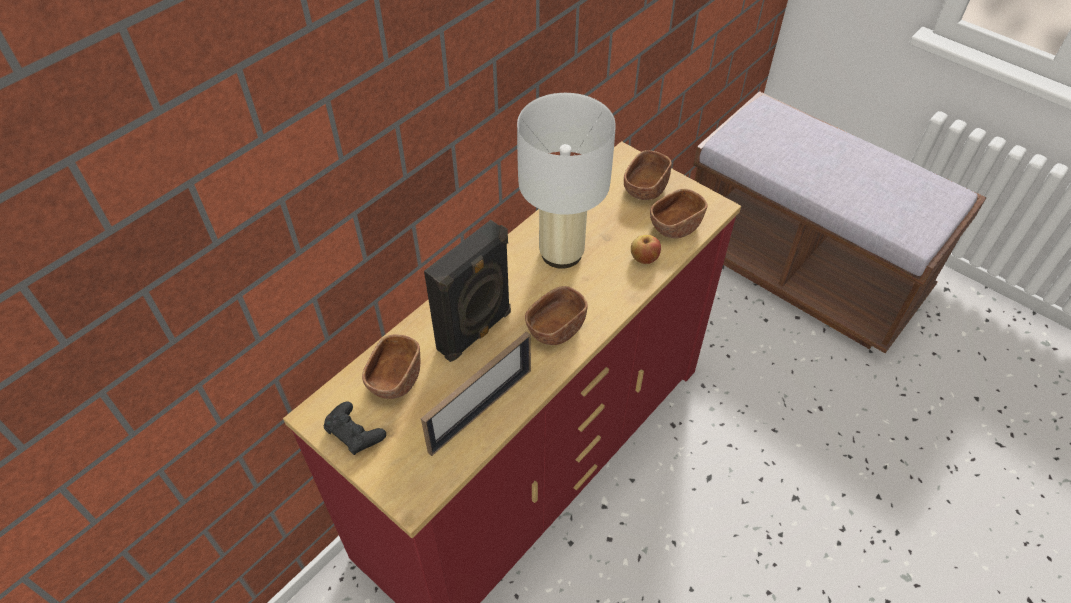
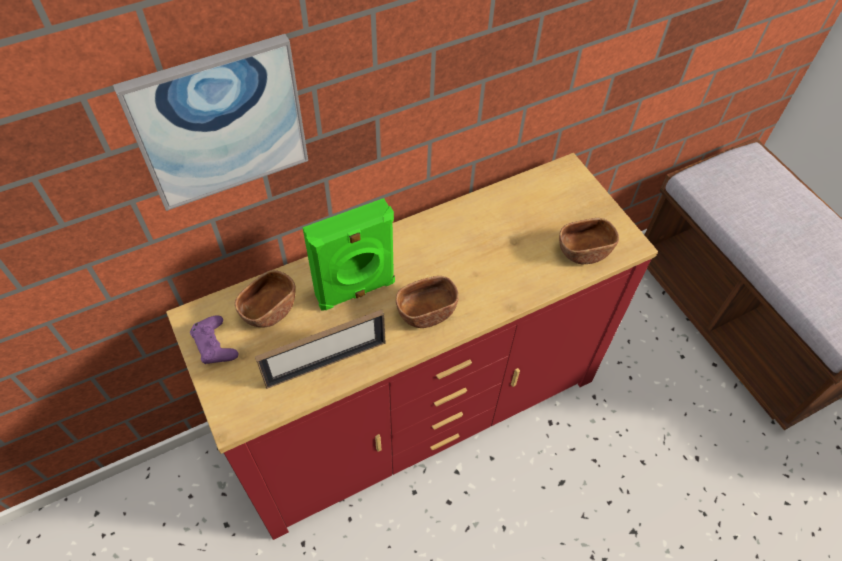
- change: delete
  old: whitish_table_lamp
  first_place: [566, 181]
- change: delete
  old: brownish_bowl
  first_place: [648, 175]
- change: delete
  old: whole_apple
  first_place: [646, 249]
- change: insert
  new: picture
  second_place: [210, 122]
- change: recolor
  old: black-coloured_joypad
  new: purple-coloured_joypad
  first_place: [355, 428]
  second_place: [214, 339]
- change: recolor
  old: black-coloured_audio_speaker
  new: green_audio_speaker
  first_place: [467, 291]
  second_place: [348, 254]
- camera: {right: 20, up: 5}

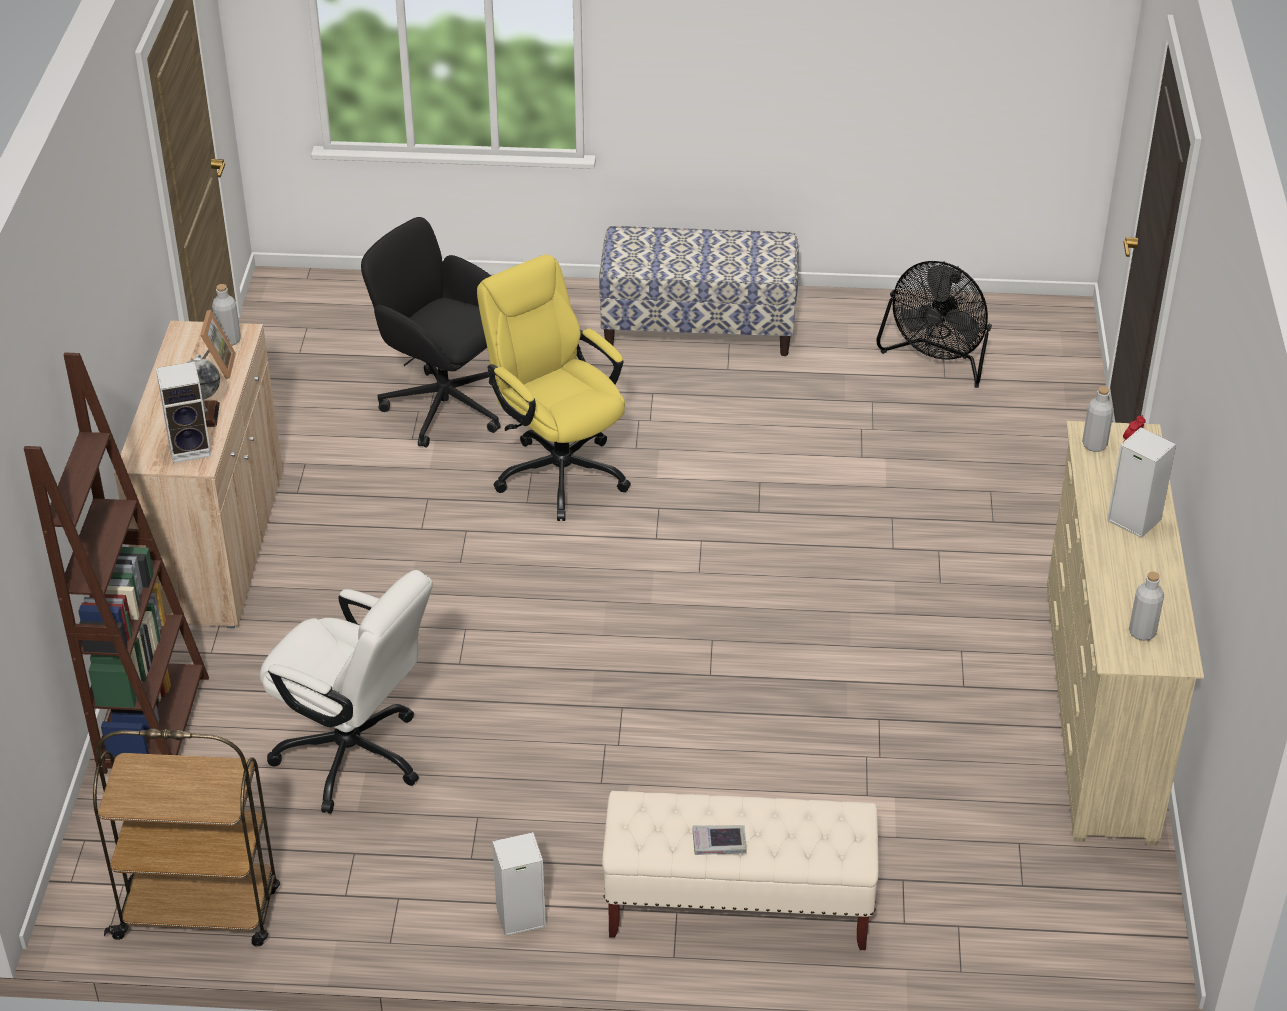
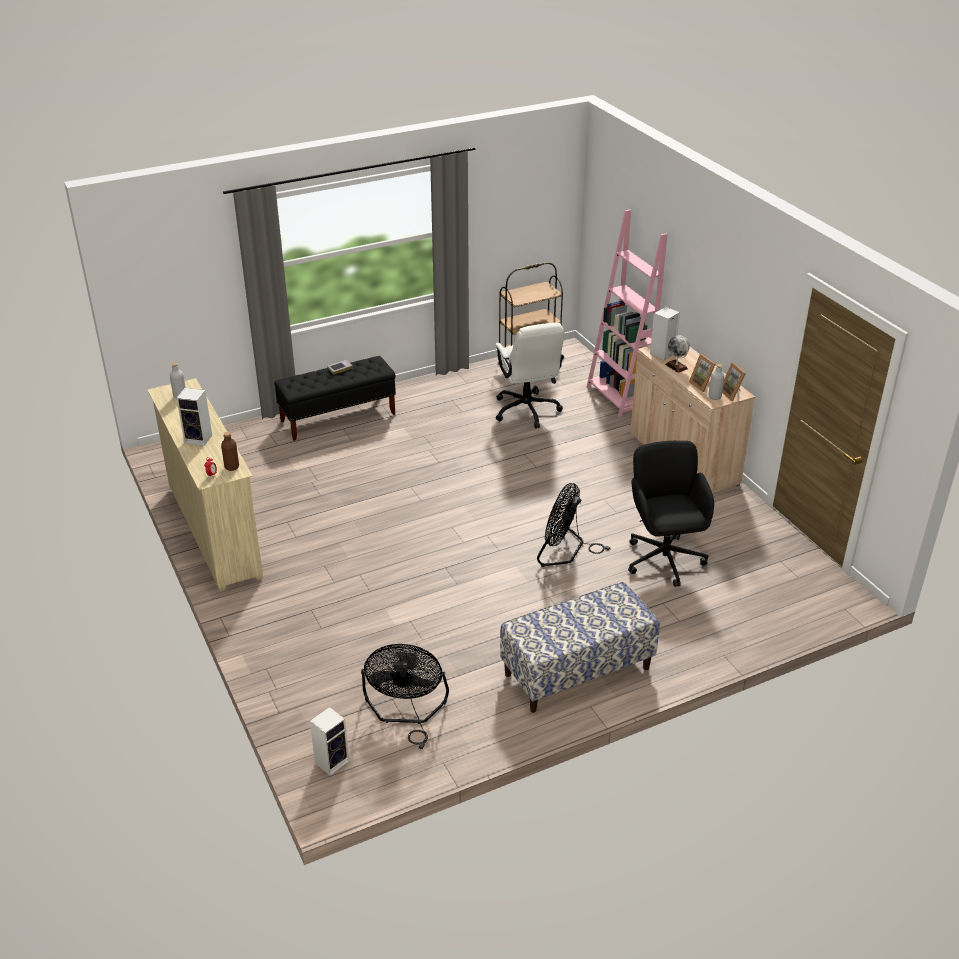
- change: insert
  new: picture_frame
  second_place: [734, 382]
- change: move
  old: audio_speaker
  first_place: [519, 884]
  second_place: [329, 741]
- change: replace
  old: yellowish_office_chair
  new: black-coloured_electric_fan
  first_place: [554, 388]
  second_place: [573, 525]
- change: recolor
  old: brownish_bookcase
  new: pink_bookcase
  first_place: [116, 563]
  second_place: [627, 313]
- change: recolor
  old: beige-coloured_bench
  new: black-coloured_bench
  first_place: [740, 870]
  second_place: [335, 398]
- change: recolor
  old: grey_beverage_bottle
  new: brownish_beverage_bottle
  first_place: [1098, 419]
  second_place: [230, 451]
- change: rotate
  old: whitish_office_chair
  first_place: [346, 692]
  second_place: [530, 375]
  degrees: -105
- change: rotate
  old: black-coloured_office_chair
  first_place: [431, 332]
  second_place: [671, 514]
  degrees: -105
- camera: {right: 150, up: -5}

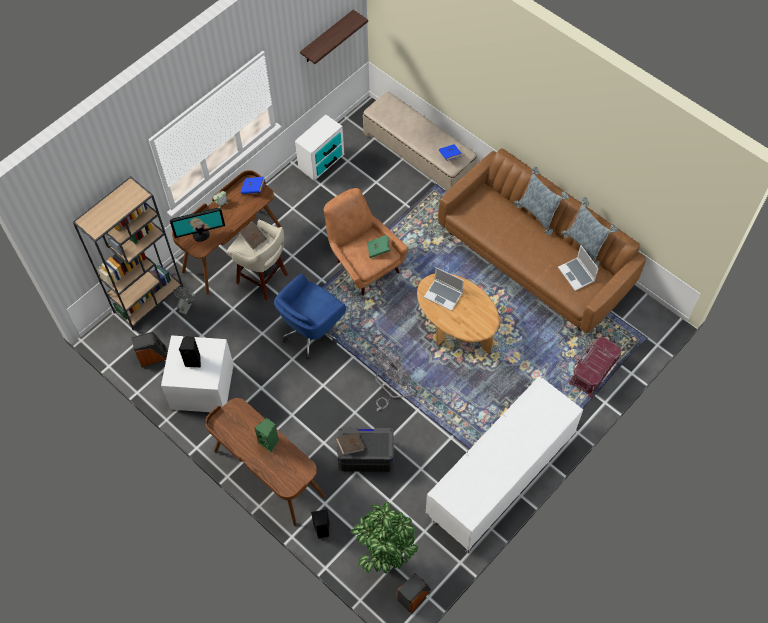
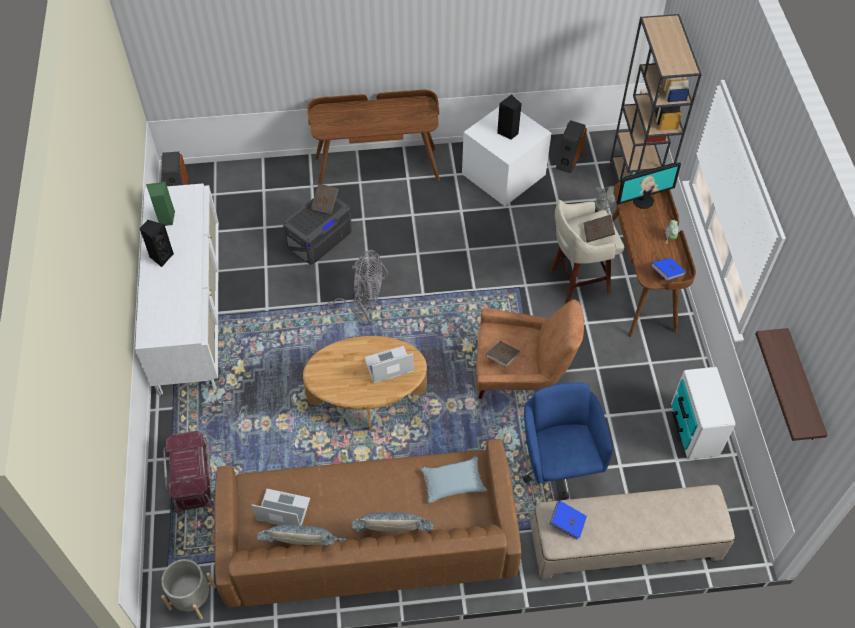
- change: delete
  old: plant_in_a_pot
  first_place: [385, 538]
- change: insert
  new: grey_flower_pot
  second_place: [188, 589]
- change: insert
  new: blue-coloured_throw_pillow
  second_place: [454, 479]
- change: move
  old: green_audio_speaker
  first_place: [266, 435]
  second_place: [160, 204]
- change: move
  old: blue-coloured_office_chair
  first_place: [310, 316]
  second_place: [568, 441]
- change: move
  old: black-coloured_audio_speaker
  first_place: [320, 524]
  second_place: [156, 243]
- change: recolor
  old: green_book
  new: brownish_book
  first_place: [379, 246]
  second_place: [503, 354]
- change: rotate
  old: computer_screen
  first_place: [197, 224]
  second_place: [649, 185]
  degrees: -135
- change: rotate
  old: grey_electric_fan
  first_place: [396, 379]
  second_place: [357, 288]
  degrees: -75
- camera: {right: 130, up: -5}

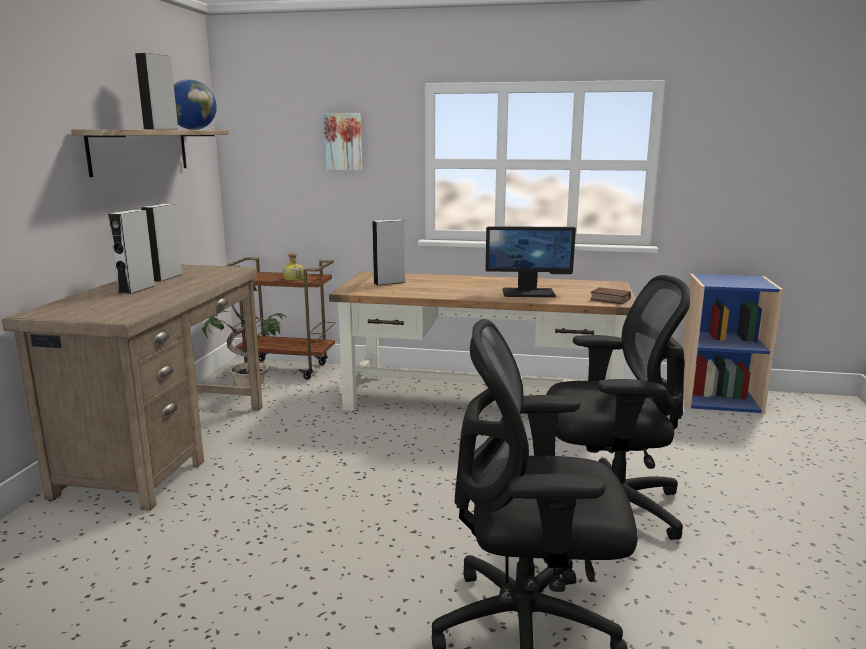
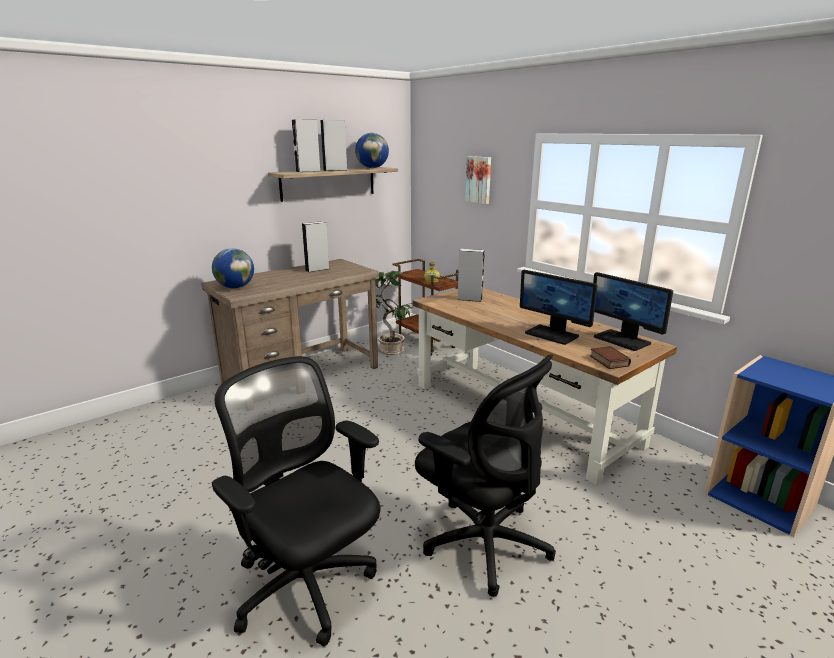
- change: insert
  new: world_globe
  second_place: [233, 268]
- change: insert
  new: computer_screen
  second_place: [633, 311]
- change: move
  old: grey_audio_speaker
  first_place: [131, 252]
  second_place: [306, 146]
- camera: {right: 40, up: 5}

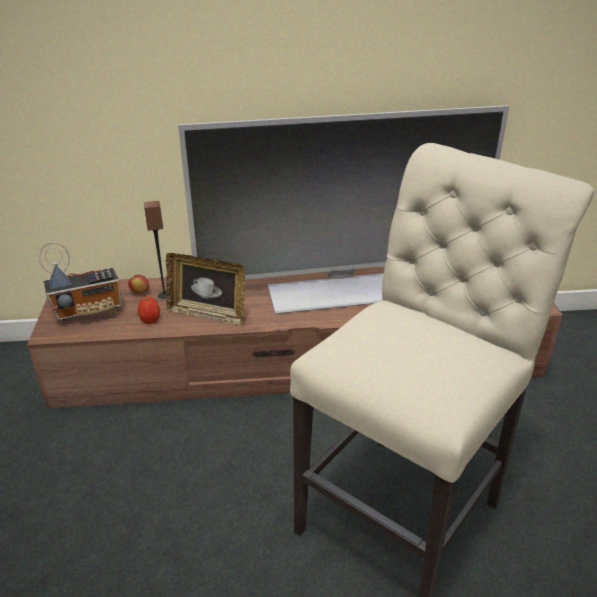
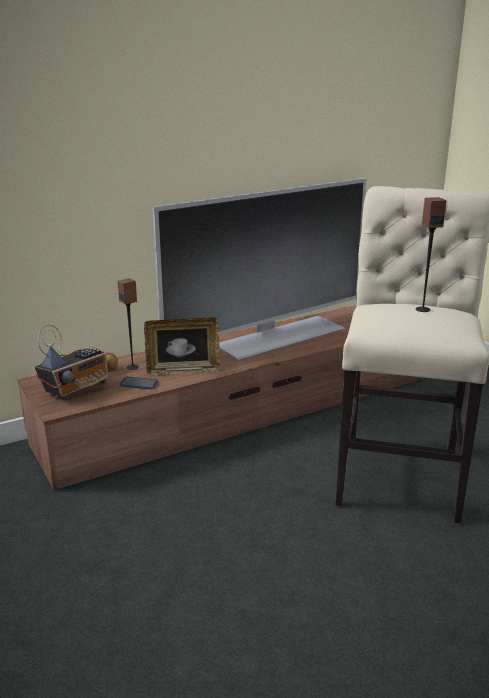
- change: insert
  new: audio_speaker
  second_place: [431, 254]
- change: replace
  old: whole_apple
  new: telephone
  first_place: [149, 310]
  second_place: [139, 383]
- camera: {right: -25, up: -10}

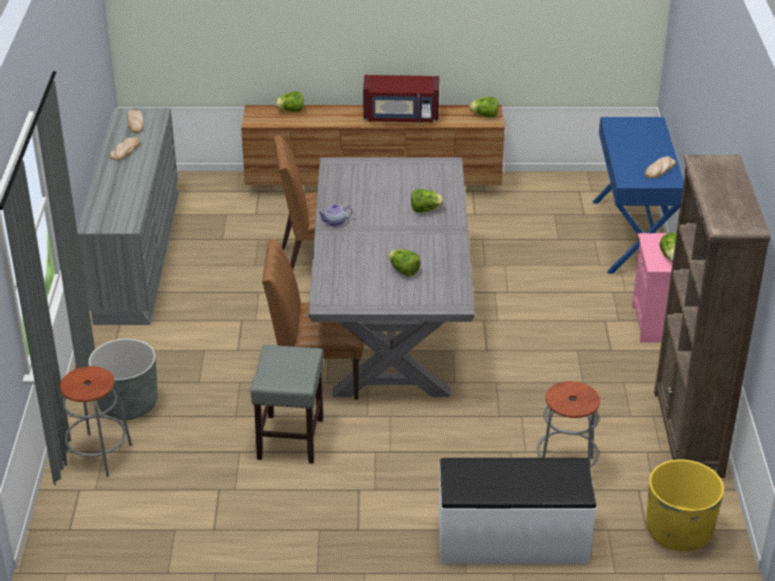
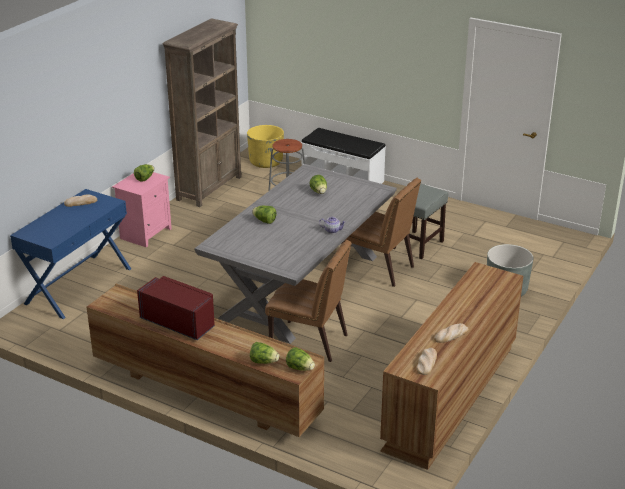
- change: delete
  old: grey_stool
  first_place: [96, 421]
- change: move
  old: lettuce
  first_place: [483, 107]
  second_place: [300, 359]
- change: recolor
  old: grey_drawer_chest
  new: brownish_drawer_chest
  first_place: [128, 216]
  second_place: [451, 366]
- camera: {right: -150, up: -5}

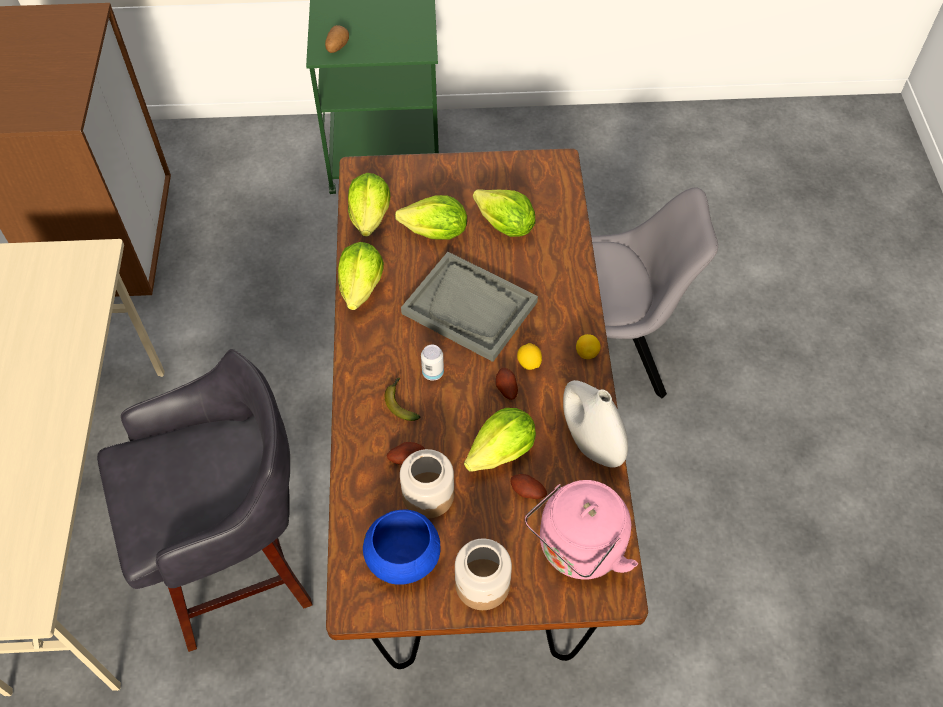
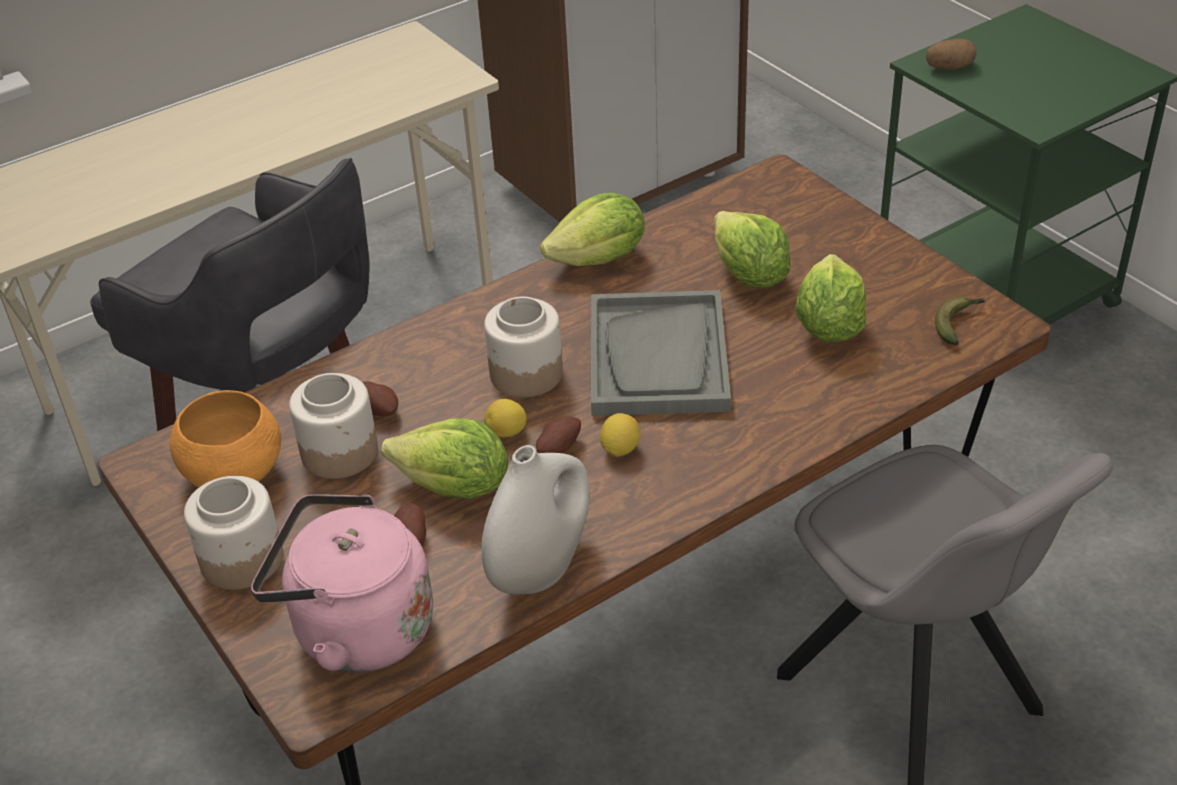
- change: delete
  old: lettuce
  first_place: [369, 204]
- change: move
  old: banana
  first_place: [402, 399]
  second_place: [960, 320]
- change: move
  old: citrus_fruit
  first_place: [588, 346]
  second_place: [505, 418]
- change: replace
  old: can
  new: storage_jar
  first_place: [432, 363]
  second_place: [523, 347]
- change: recolor
  old: blue-coloured_bowl
  new: orange-coloured_bowl
  first_place: [402, 547]
  second_place: [225, 439]
- camera: {right: 60, up: -15}

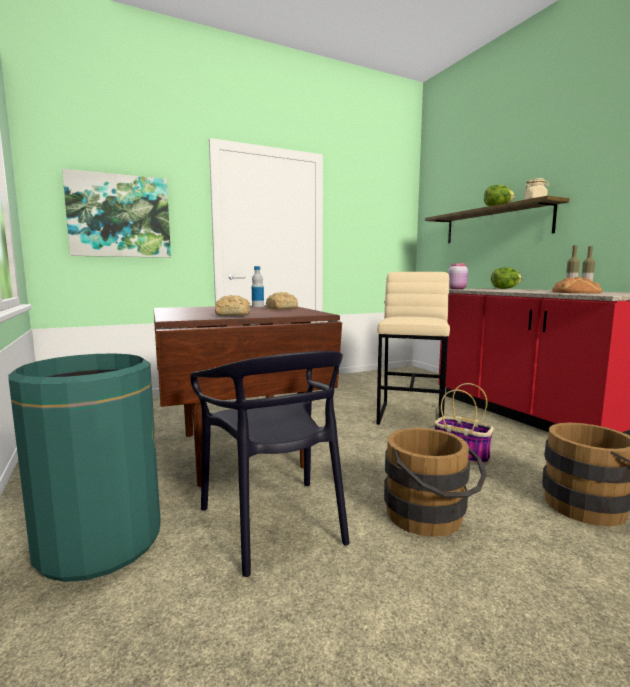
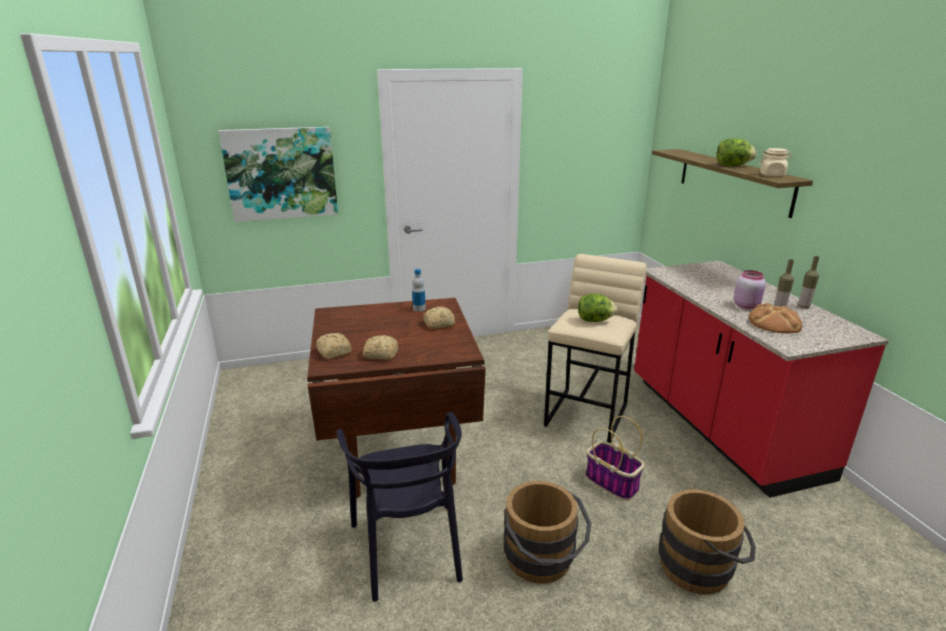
- change: delete
  old: green_trash_can
  first_place: [84, 467]
- change: insert
  new: baked_bread
  second_place: [334, 345]
- change: move
  old: pink_storage_jar
  first_place: [458, 276]
  second_place: [750, 289]
- change: move
  old: lettuce
  first_place: [506, 278]
  second_place: [597, 308]
- camera: {right: 10, up: 15}

